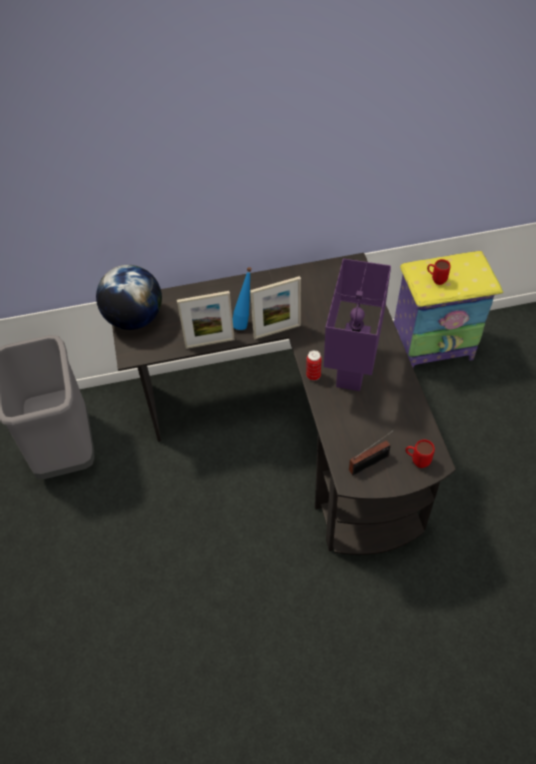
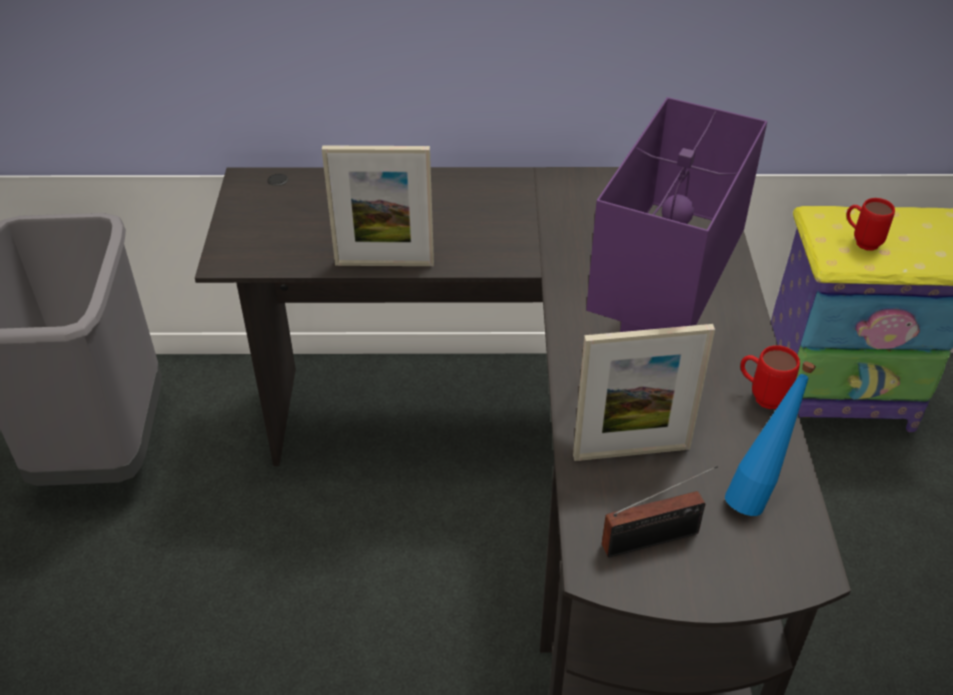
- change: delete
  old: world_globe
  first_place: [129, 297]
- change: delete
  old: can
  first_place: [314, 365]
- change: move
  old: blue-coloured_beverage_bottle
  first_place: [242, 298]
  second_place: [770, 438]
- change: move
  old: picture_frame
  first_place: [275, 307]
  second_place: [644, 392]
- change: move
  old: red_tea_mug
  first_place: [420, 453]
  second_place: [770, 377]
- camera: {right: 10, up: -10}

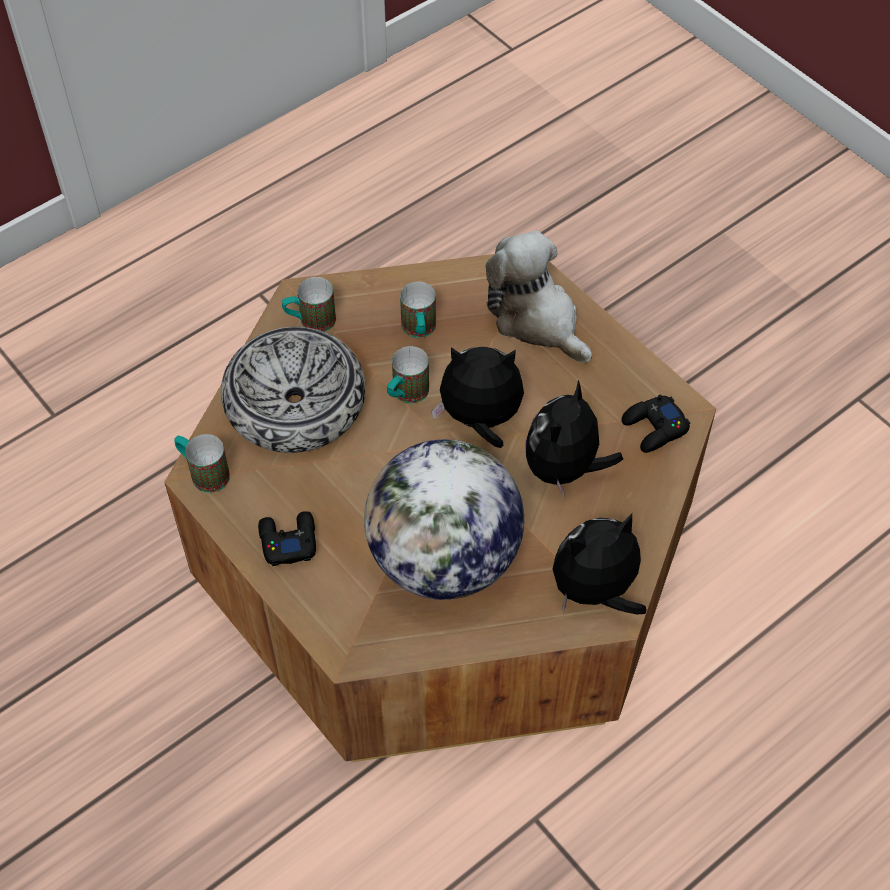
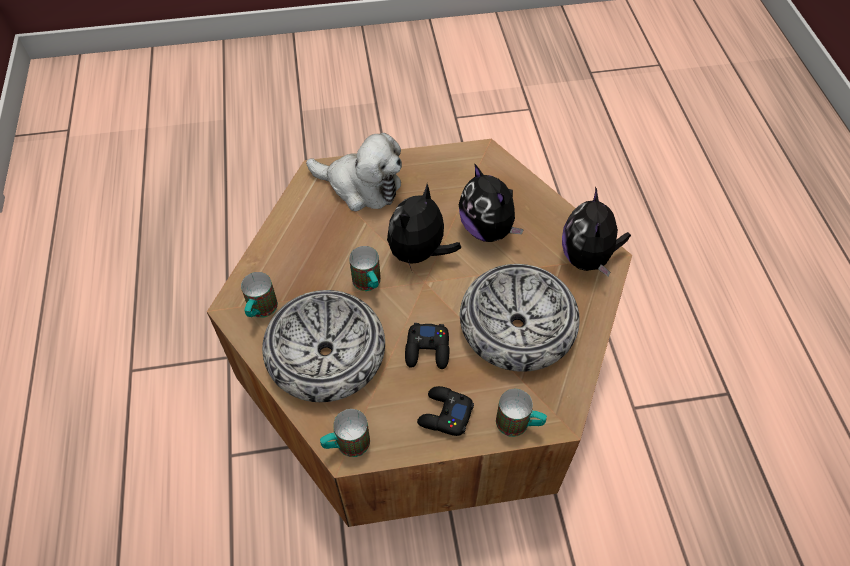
- change: move
  old: tea_mug
  first_place: [418, 309]
  second_place: [521, 413]
- change: move
  old: black-coloured_joypad
  first_place: [656, 424]
  second_place: [427, 346]
- change: replace
  old: world_globe
  new: bowl
  first_place: [444, 519]
  second_place: [520, 318]
- change: rotate
  old: plush_toy
  first_place: [539, 296]
  second_place: [354, 172]
  degrees: -150
- camera: {right: -60, up: 0}

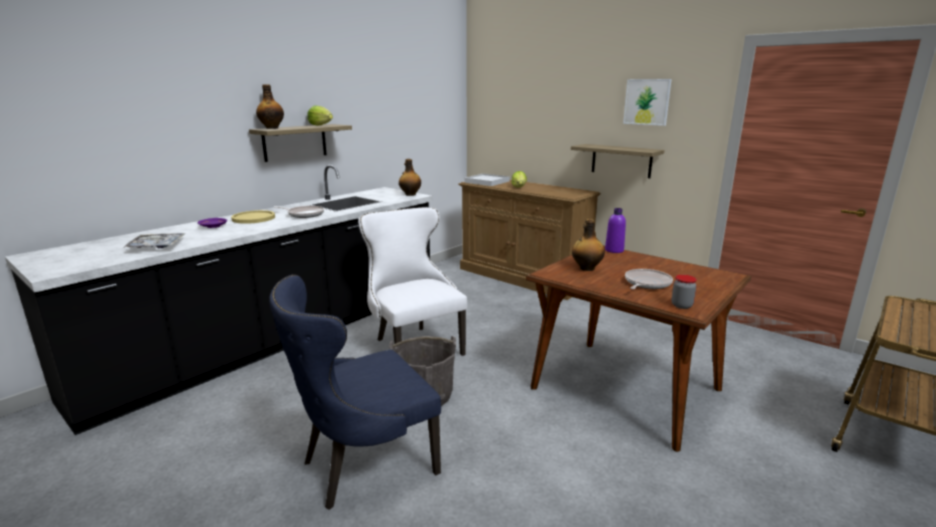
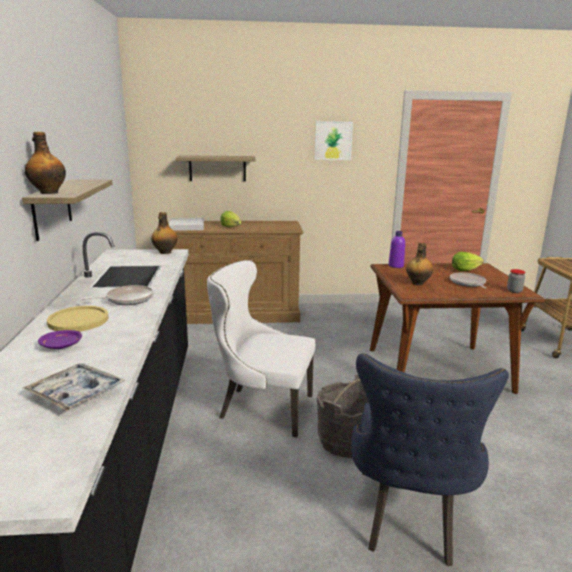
- change: move
  old: lettuce
  first_place: [320, 115]
  second_place: [468, 261]
- change: move
  old: bracket_shelf
  first_place: [618, 161]
  second_place: [215, 168]
- camera: {right: -45, up: 0}

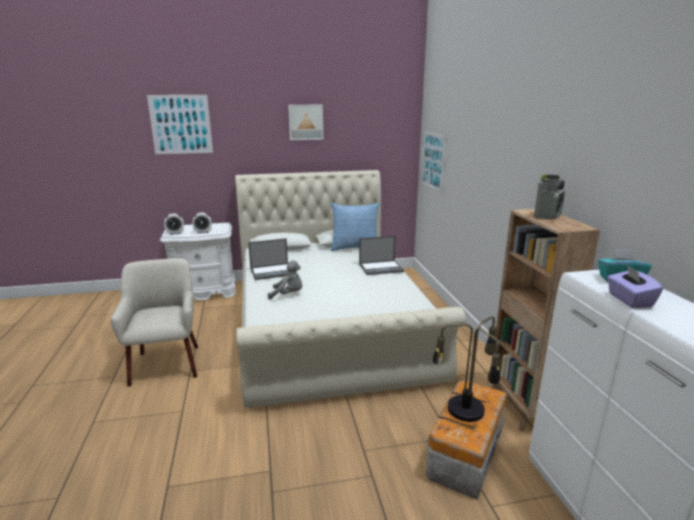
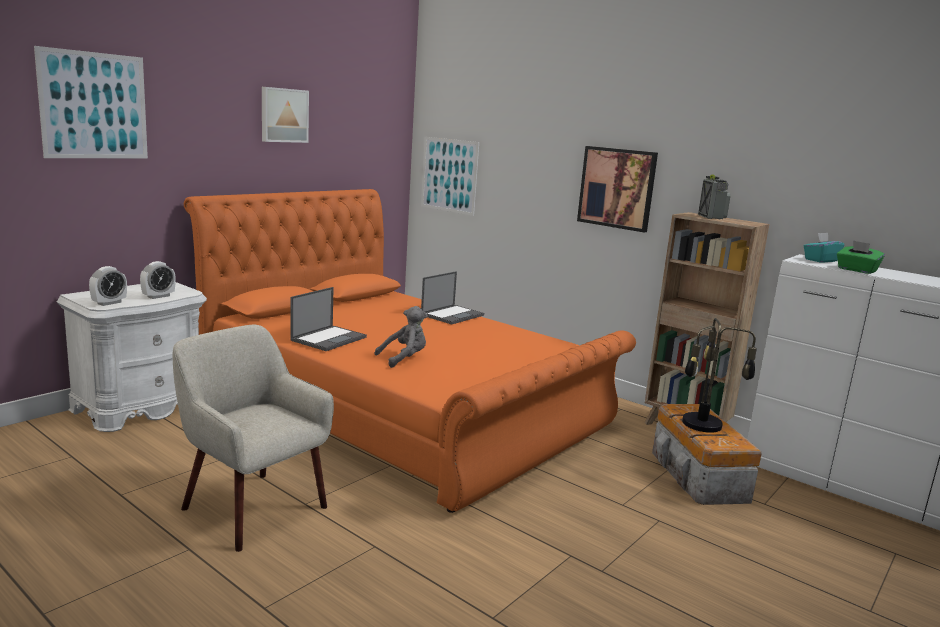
- change: delete
  old: throw_pillow
  first_place: [355, 227]
- change: insert
  new: picture
  second_place: [617, 189]
- change: recolor
  old: beige-coloured_bedroom_bed
  new: orange-coloured_bedroom_bed
  first_place: [350, 289]
  second_place: [410, 351]
- change: recolor
  old: purple-coloured_box_of_tissues
  new: green_box_of_tissues
  first_place: [635, 286]
  second_place: [861, 257]
- camera: {right: -40, up: -5}

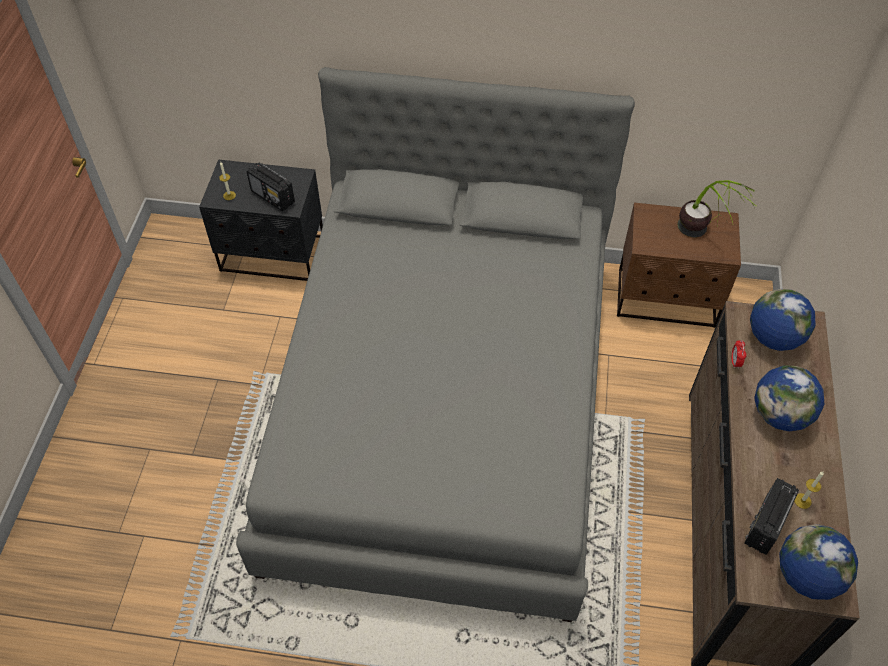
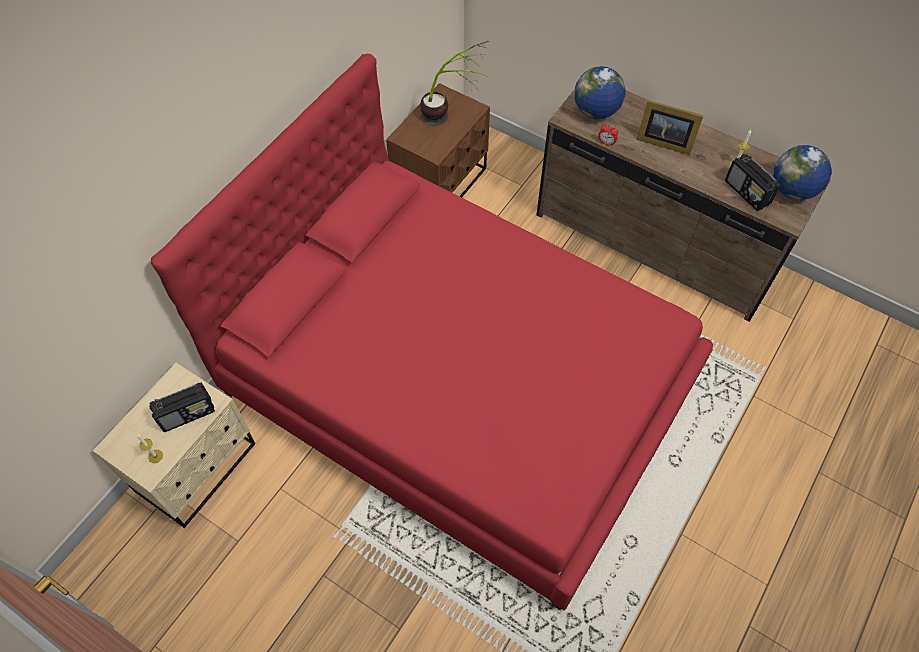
- change: replace
  old: world_globe
  new: picture_frame
  first_place: [789, 398]
  second_place: [670, 127]
- change: recolor
  old: black-coloured_bedside_table
  new: beige-coloured_bedside_table
  first_place: [261, 220]
  second_place: [174, 445]
- change: recolor
  old: grey_bedroom_bed
  new: red_bedroom_bed
  first_place: [435, 344]
  second_place: [432, 332]
- camera: {right: -65, up: 5}

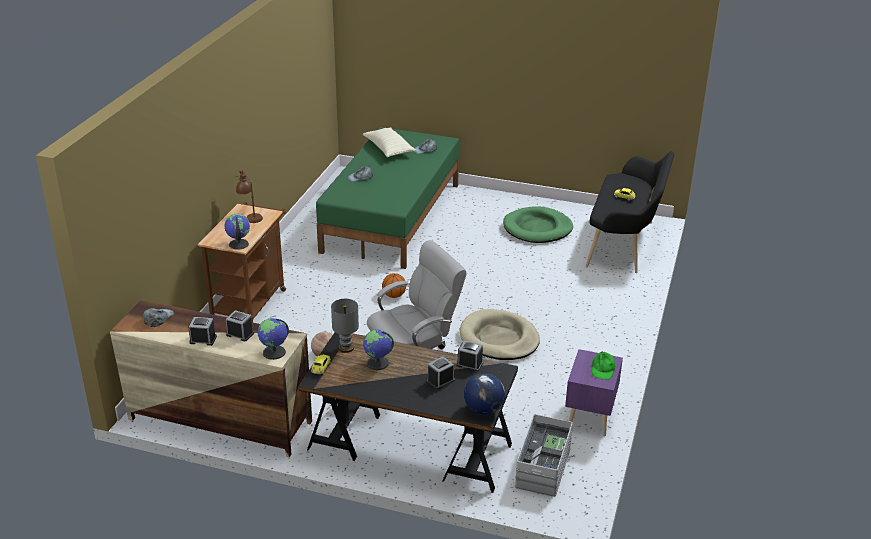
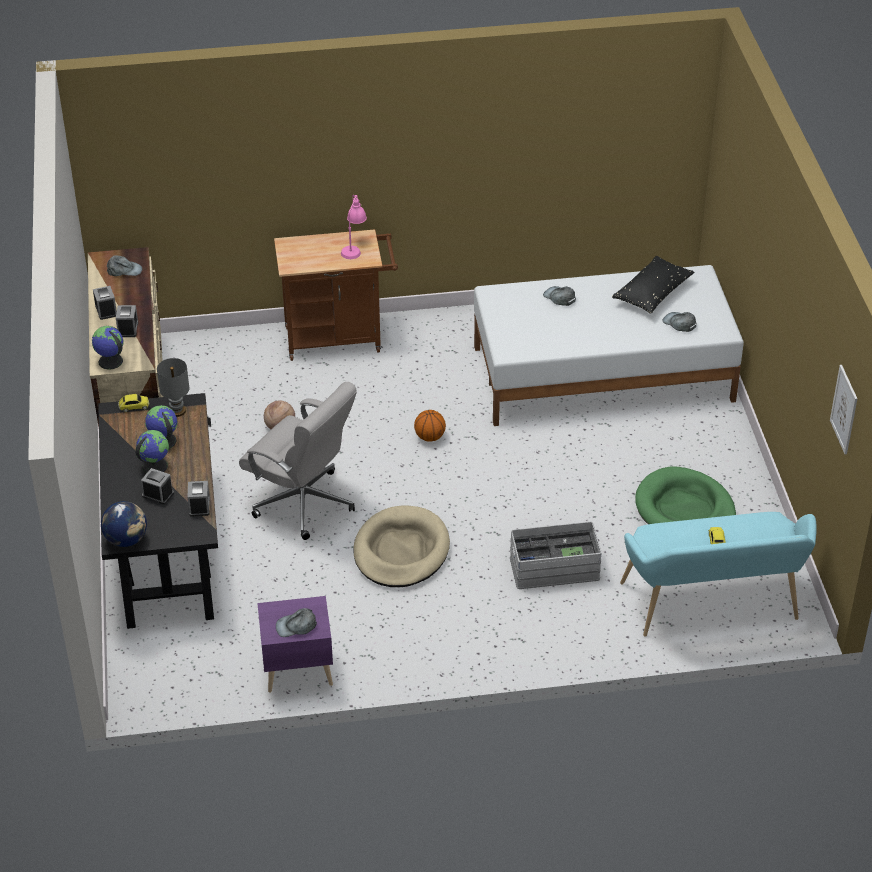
- change: insert
  new: picture
  second_place: [843, 410]
- change: move
  old: world_globe
  first_place: [237, 232]
  second_place: [152, 451]
- change: move
  old: grey_storage_bin
  first_place: [544, 455]
  second_place: [556, 555]
- change: recolor
  old: brownish_table_lamp
  new: pink_table_lamp
  first_place: [249, 196]
  second_place: [354, 227]
- change: recolor
  old: green_bedroom_bed
  new: whitish_bedroom_bed
  first_place: [387, 198]
  second_place: [609, 345]
- change: recolor
  old: beige-coloured_throw_pillow
  new: black-coloured_throw_pillow
  first_place: [389, 142]
  second_place: [653, 285]
- change: recolor
  old: black-coloured_bench
  new: turquoise-coloured_bench
  first_place: [630, 212]
  second_place: [718, 574]
- change: recolor
  old: green_peaked_cap
  new: grey_peaked_cap
  first_place: [603, 366]
  second_place: [296, 622]
- camera: {right: 65, up: 10}

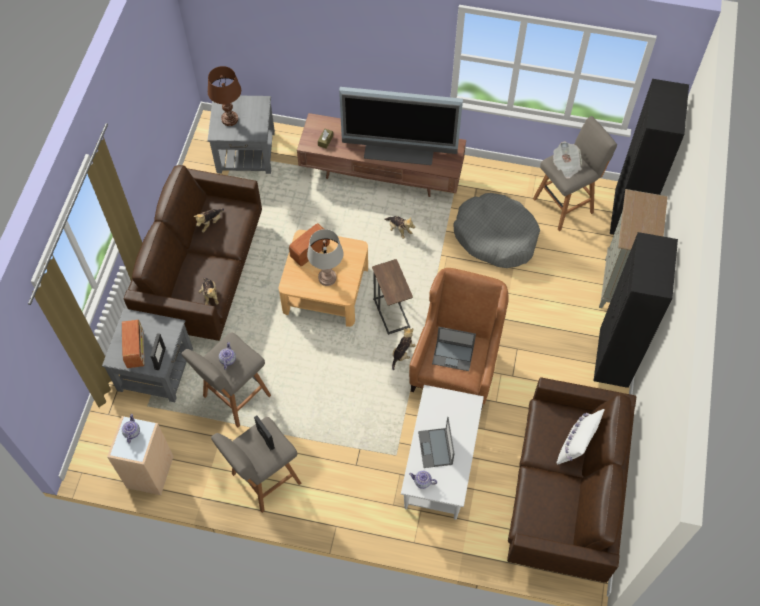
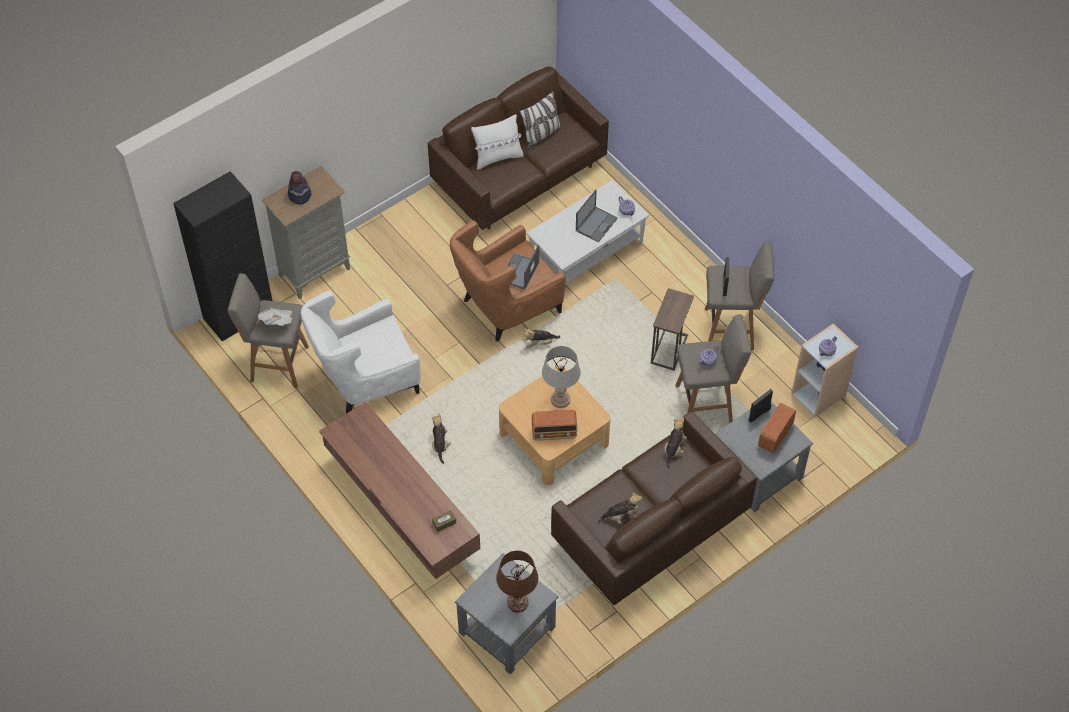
- change: delete
  old: television
  first_place: [401, 126]
- change: delete
  old: black-coloured_cabinet
  first_place: [636, 310]
- change: insert
  new: hat
  second_place: [300, 188]
- change: insert
  new: throw_pillow
  second_place: [540, 119]
- change: move
  old: brownish_end_table
  first_place: [392, 297]
  second_place: [672, 329]
- change: replace
  old: grey_dog_bed
  new: whitish_lounge_chair
  first_place: [497, 230]
  second_place: [360, 352]
- change: rotate
  old: notebook_computer
  first_place: [454, 349]
  second_place: [523, 267]
  degrees: -120
- camera: {right: -140, up: -5}

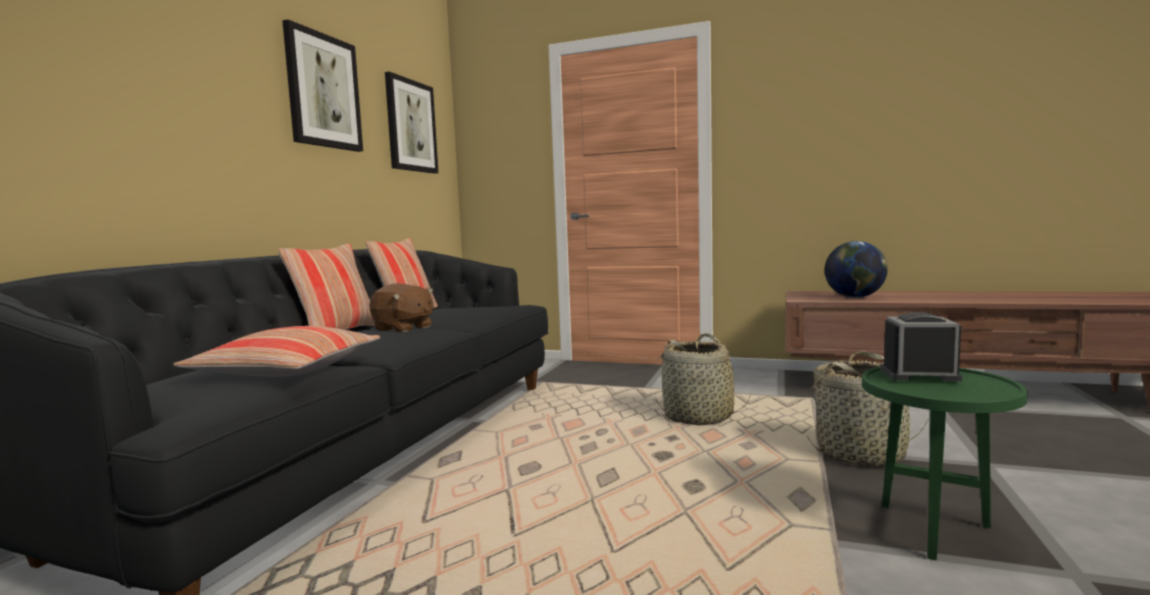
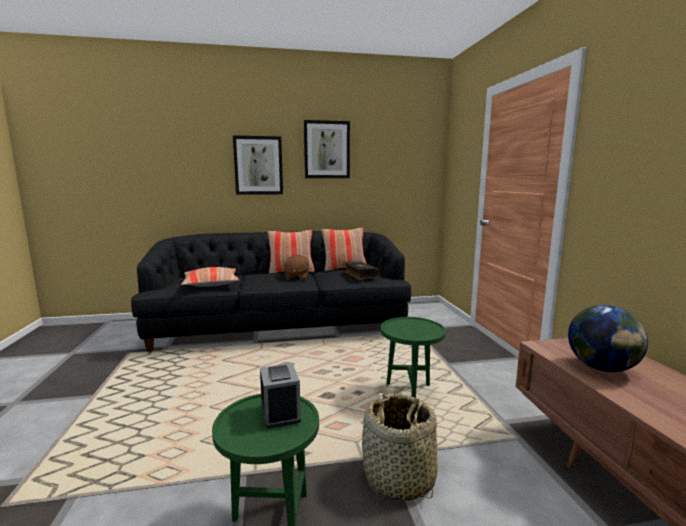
- change: insert
  new: book
  second_place: [361, 270]
- change: move
  old: picture
  first_place: [411, 123]
  second_place: [258, 165]
- change: replace
  old: basket
  new: green_end_table
  first_place: [703, 379]
  second_place: [413, 357]
- camera: {right: 60, up: 5}

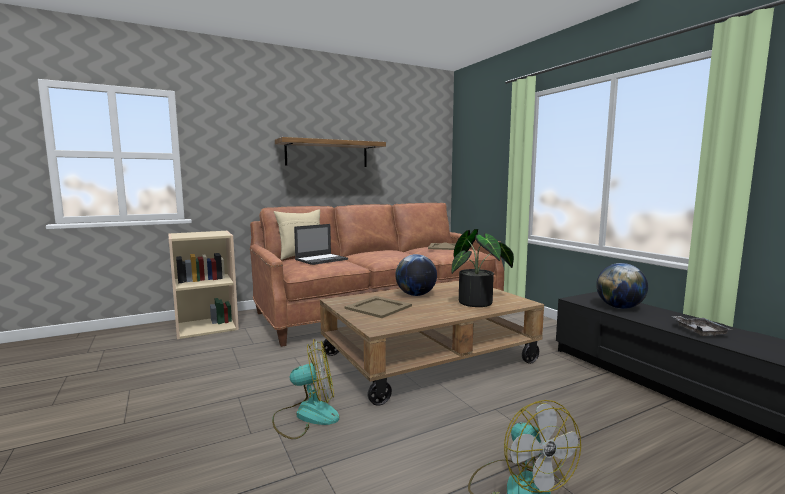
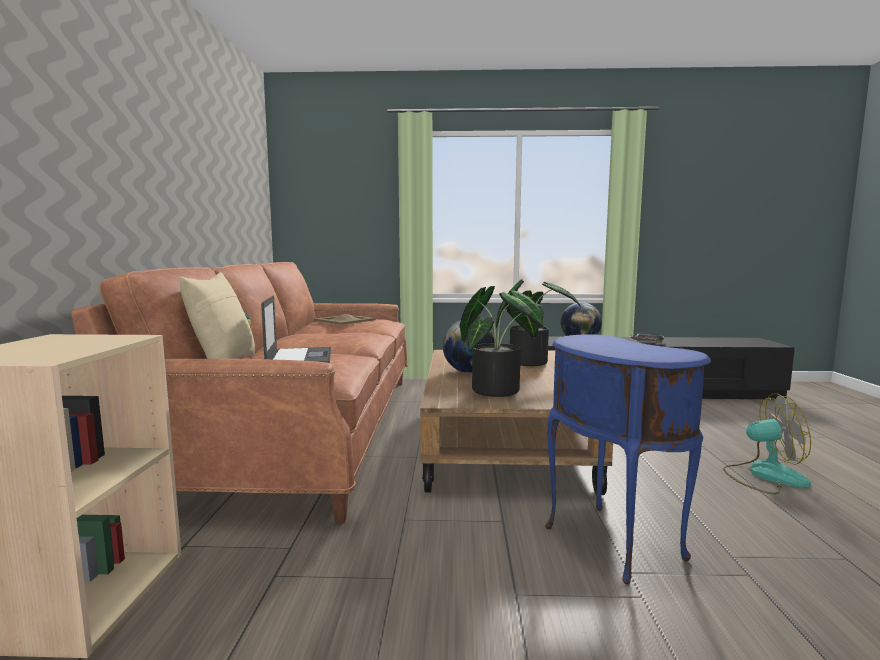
- change: delete
  old: bracket_shelf
  first_place: [330, 152]
- change: replace
  old: electric_fan
  new: blue-coloured_end_table
  first_place: [305, 389]
  second_place: [628, 459]
- change: replace
  old: beige-coloured_carrying_tray
  new: plant_in_a_pot
  first_place: [378, 307]
  second_place: [501, 341]
- camera: {right: -60, up: 0}

